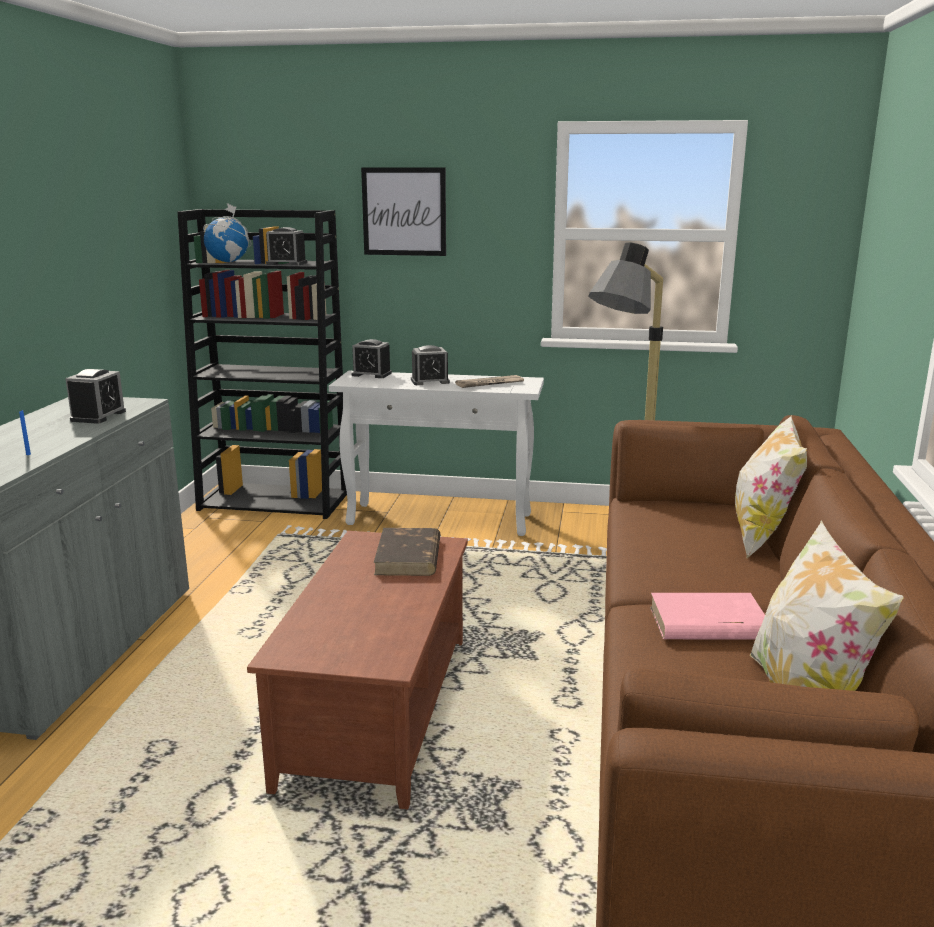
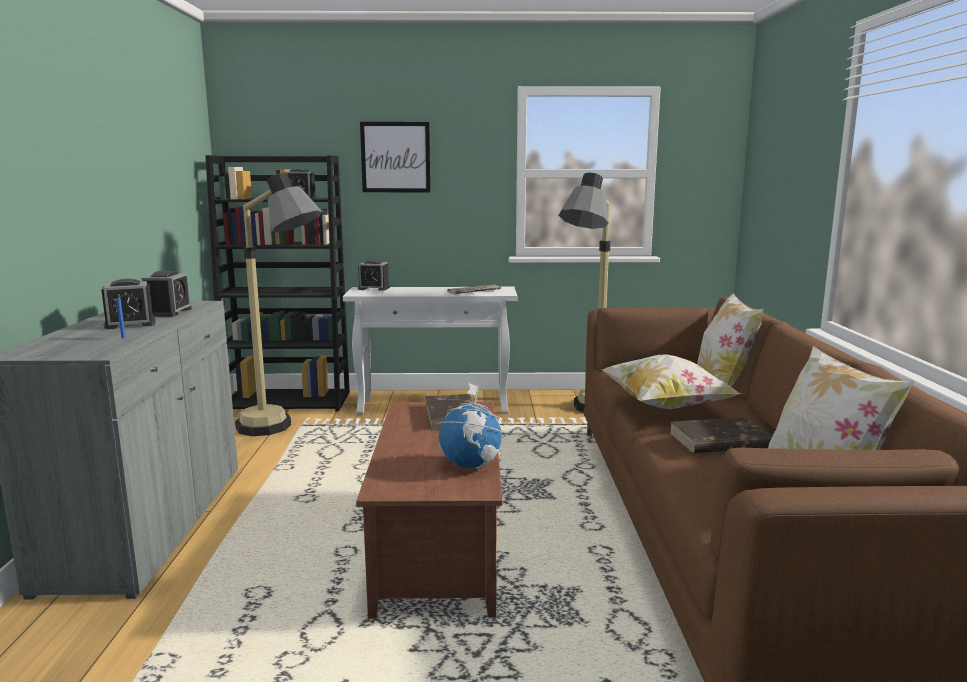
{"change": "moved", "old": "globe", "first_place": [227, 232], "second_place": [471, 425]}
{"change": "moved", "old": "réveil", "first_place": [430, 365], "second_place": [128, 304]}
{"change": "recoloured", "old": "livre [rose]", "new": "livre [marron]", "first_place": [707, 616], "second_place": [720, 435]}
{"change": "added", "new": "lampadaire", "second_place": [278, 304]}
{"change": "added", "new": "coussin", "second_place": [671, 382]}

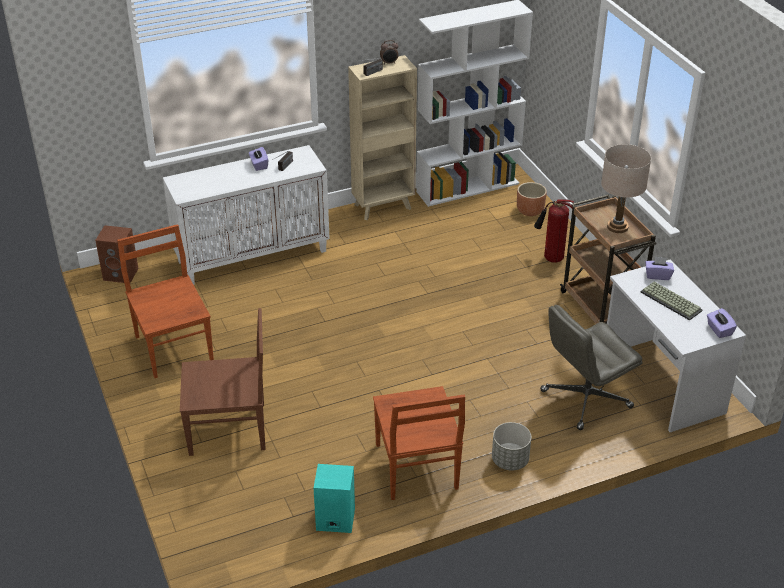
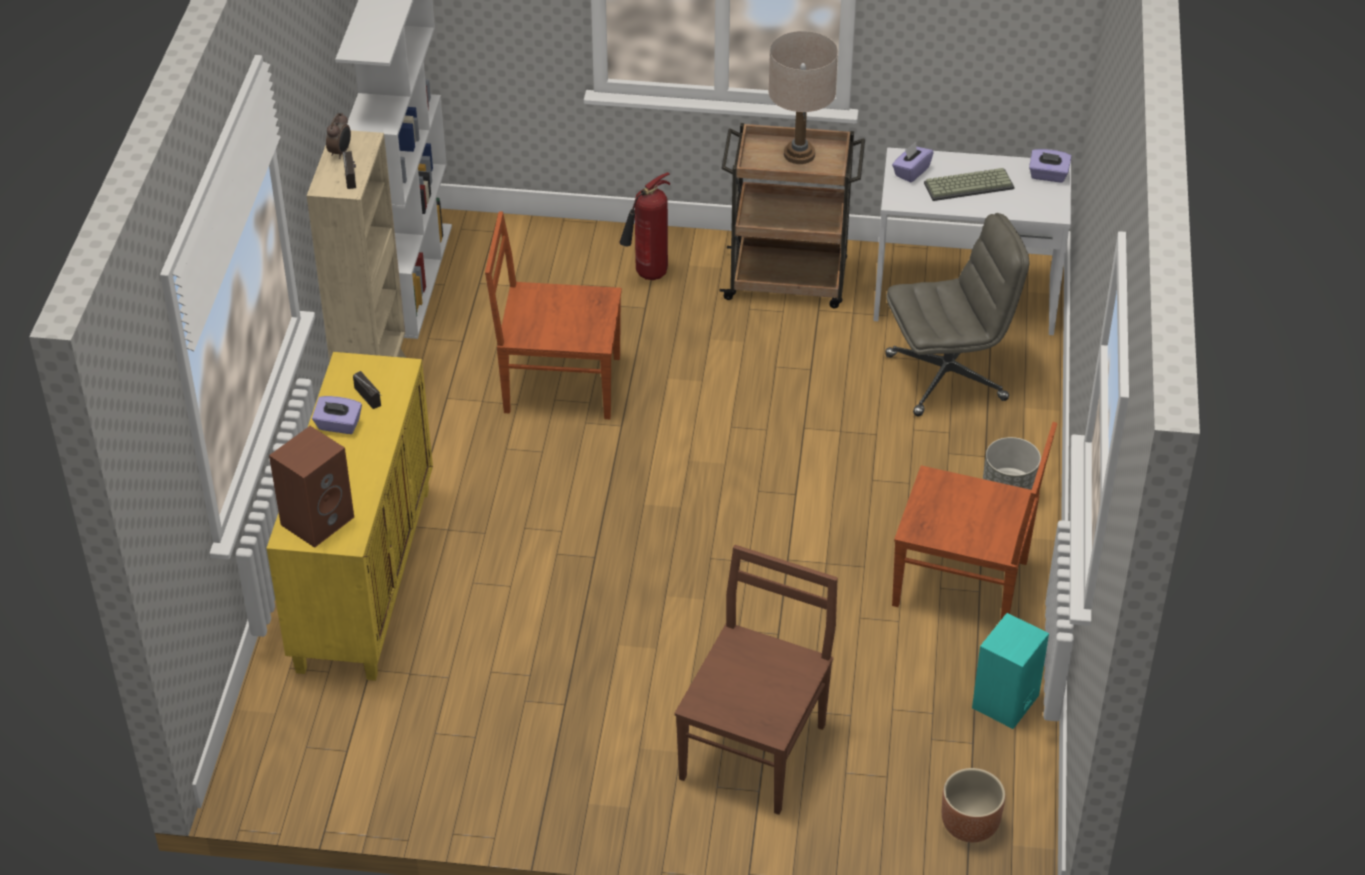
{"change": "moved", "old": "enceinte [marron]", "first_place": [117, 254], "second_place": [311, 487]}
{"change": "moved", "old": "chaise [marron]", "first_place": [165, 301], "second_place": [553, 315]}
{"change": "recoloured", "old": "meuble de rangement [blanc]", "new": "meuble de rangement [jaune]", "first_place": [246, 215], "second_place": [349, 516]}
{"change": "moved", "old": "cache-pot [marron]", "first_place": [532, 199], "second_place": [973, 805]}
{"change": "turned", "old": "chaise de bureau [gris]", "first_place": [591, 367], "second_place": [957, 314], "degrees": -105}

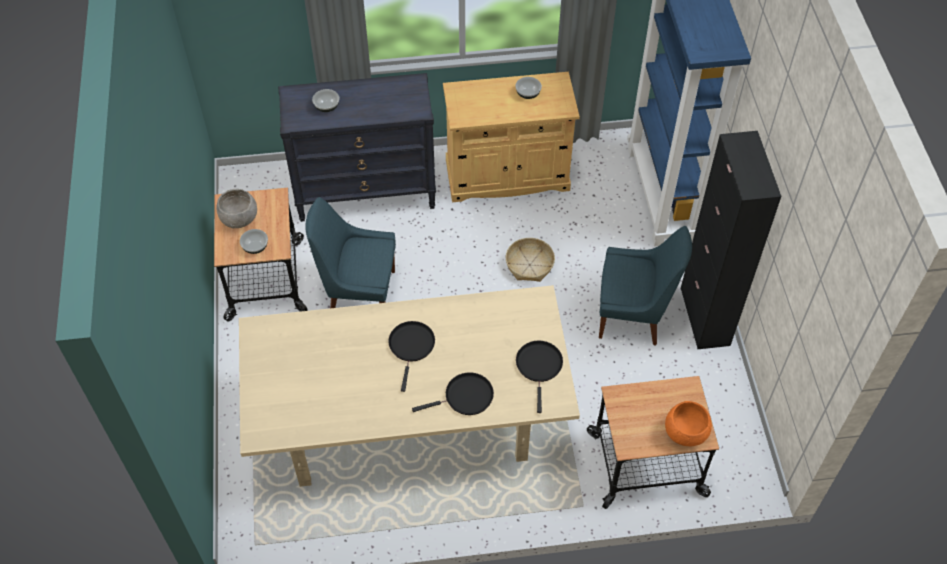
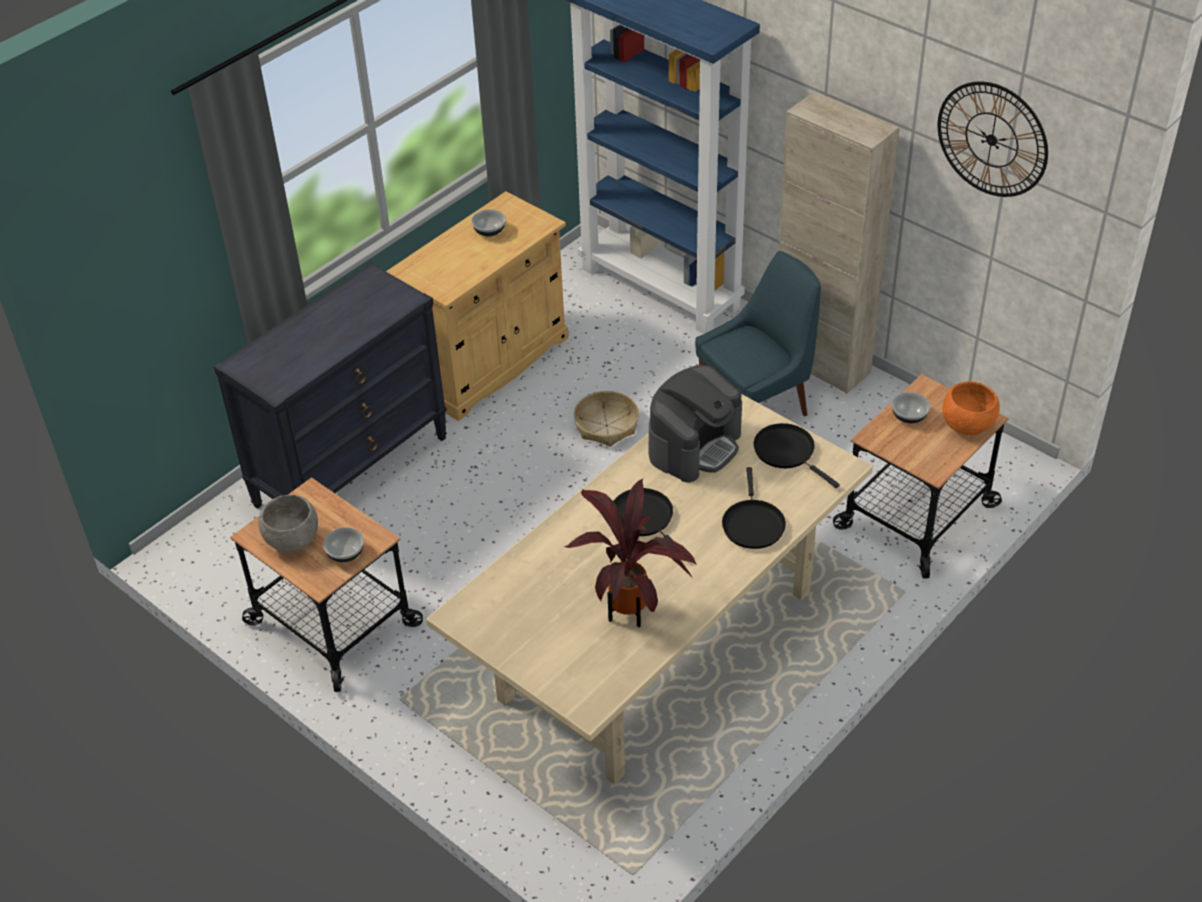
{"change": "removed", "old": "chaise [bleu]", "first_place": [350, 252]}
{"change": "moved", "old": "bol", "first_place": [325, 100], "second_place": [911, 407]}
{"change": "turned", "old": "poêle [noir]", "first_place": [453, 393], "second_place": [754, 508], "degrees": 150}
{"change": "recoloured", "old": "meuble de rangement [noir]", "new": "meuble de rangement [beige]", "first_place": [730, 240], "second_place": [838, 242]}
{"change": "added", "new": "plante en pot", "second_place": [630, 553]}
{"change": "added", "new": "machine à café", "second_place": [695, 423]}
{"change": "added", "new": "horloge murale", "second_place": [993, 139]}

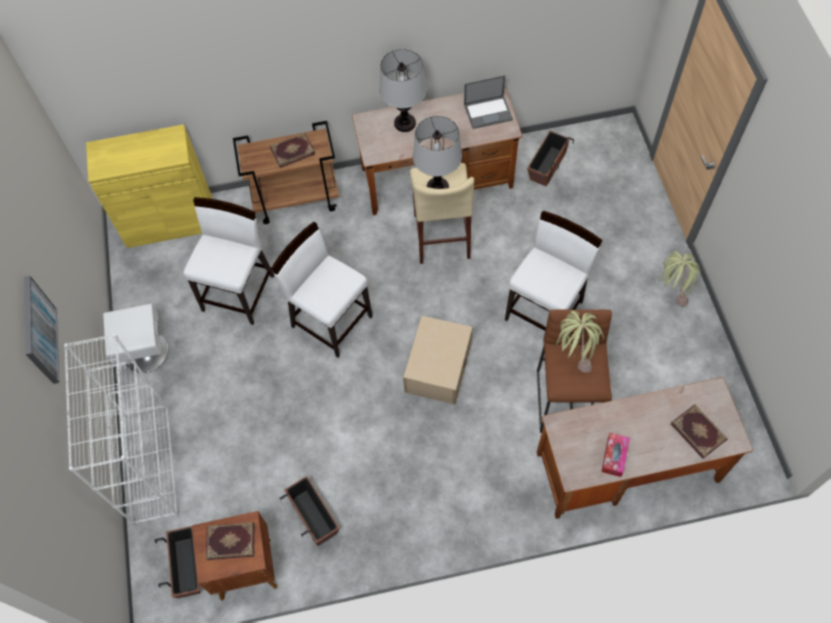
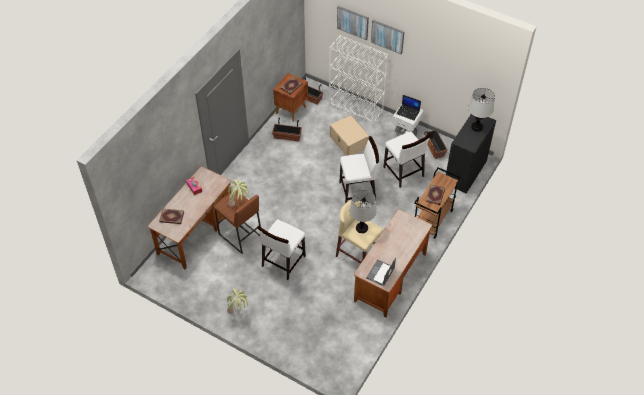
{"change": "recoloured", "old": "meuble de rangement [jaune]", "new": "meuble de rangement [noir]", "first_place": [149, 186], "second_place": [471, 154]}
{"change": "moved", "old": "lampe de table", "first_place": [403, 90], "second_place": [481, 110]}
{"change": "moved", "old": "boîte de rangement [beige]", "first_place": [437, 360], "second_place": [350, 135]}
{"change": "turned", "old": "chaise [blanc]", "first_place": [553, 271], "second_place": [281, 249], "degrees": 45}
{"change": "moved", "old": "cache-pot", "first_place": [550, 158], "second_place": [435, 144]}
{"change": "added", "new": "tableau", "second_place": [353, 23]}
{"change": "added", "new": "ordinateur portable", "second_place": [408, 107]}

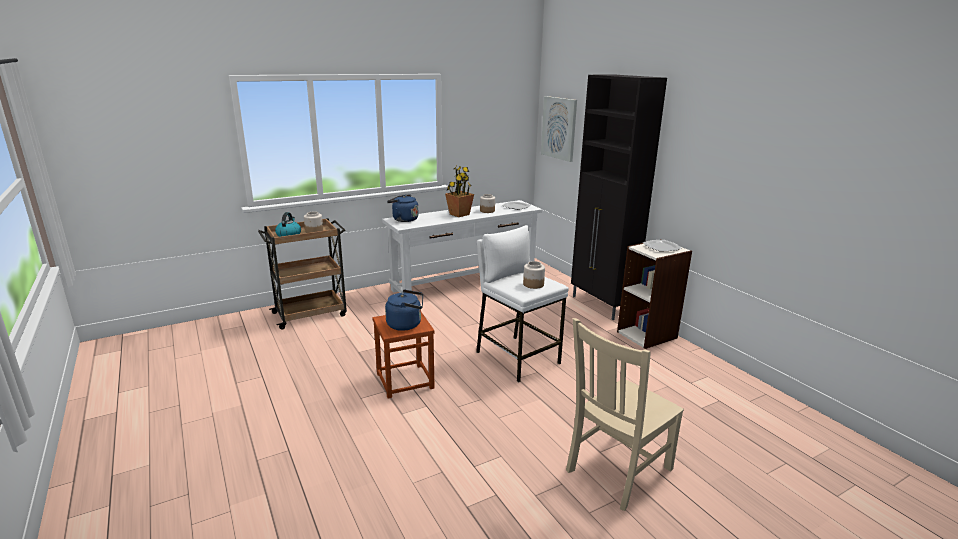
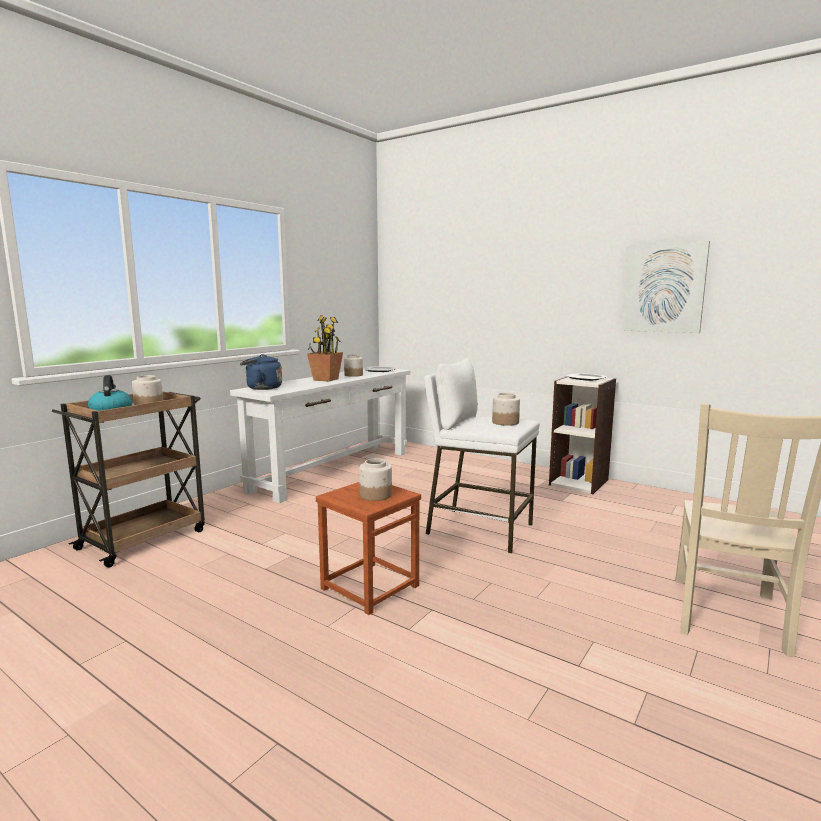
{"change": "replaced", "old": "bouilloire [bleu]", "new": "bocal", "first_place": [404, 310], "second_place": [375, 479]}
{"change": "moved", "old": "tableau", "first_place": [559, 129], "second_place": [666, 287]}
{"change": "removed", "old": "meuble de rangement [noir]", "first_place": [619, 197]}

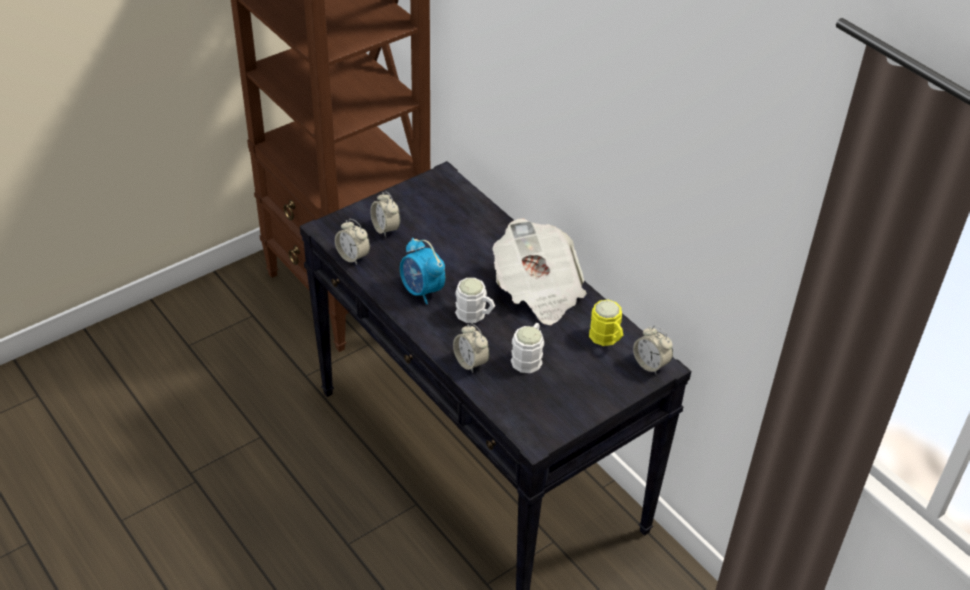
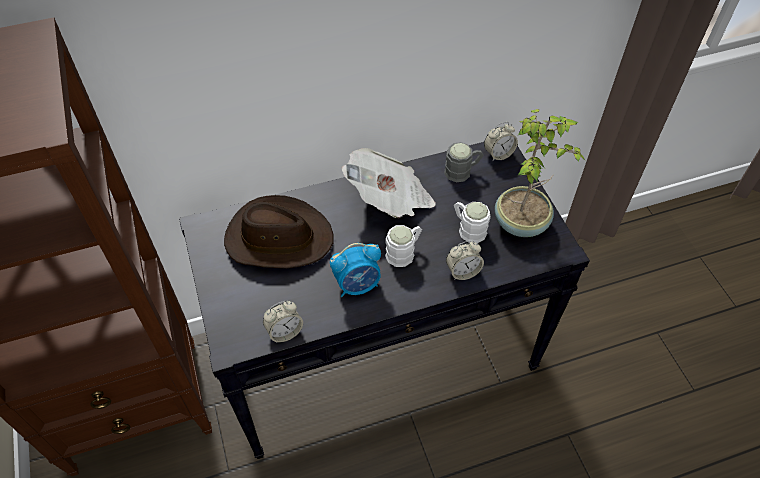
{"change": "removed", "old": "réveil", "first_place": [385, 214]}
{"change": "recoloured", "old": "mug [jaune]", "new": "mug [gris]", "first_place": [606, 323], "second_place": [464, 162]}
{"change": "added", "new": "chapeau [marron]", "second_place": [279, 232]}
{"change": "added", "new": "plante en pot", "second_place": [540, 173]}

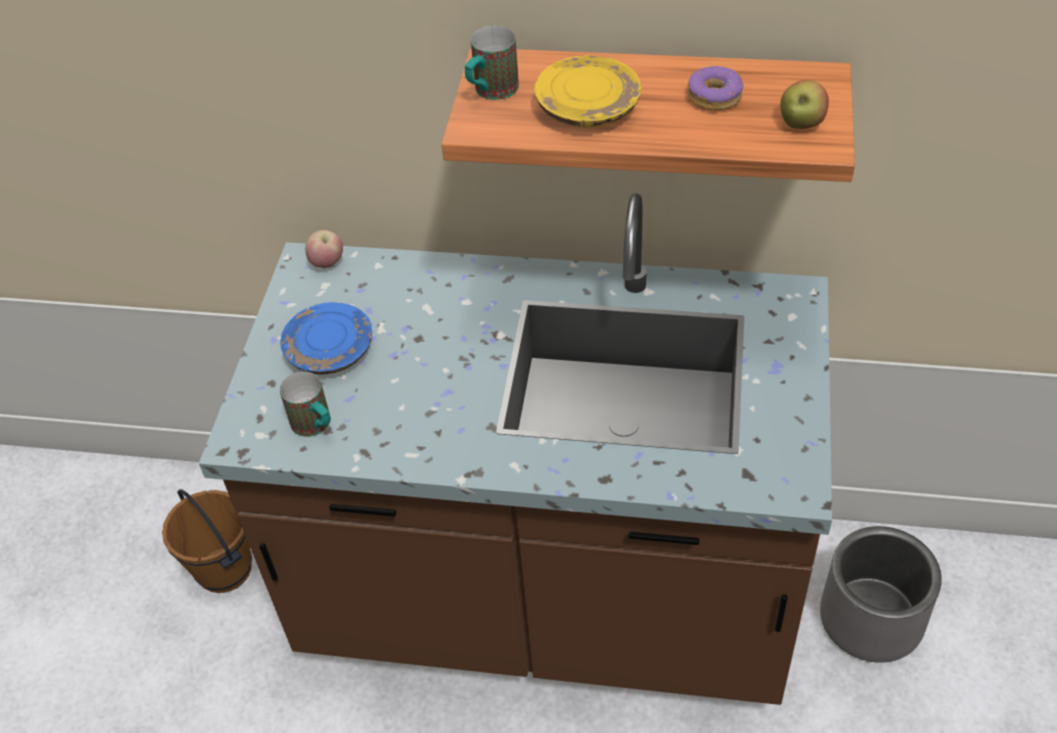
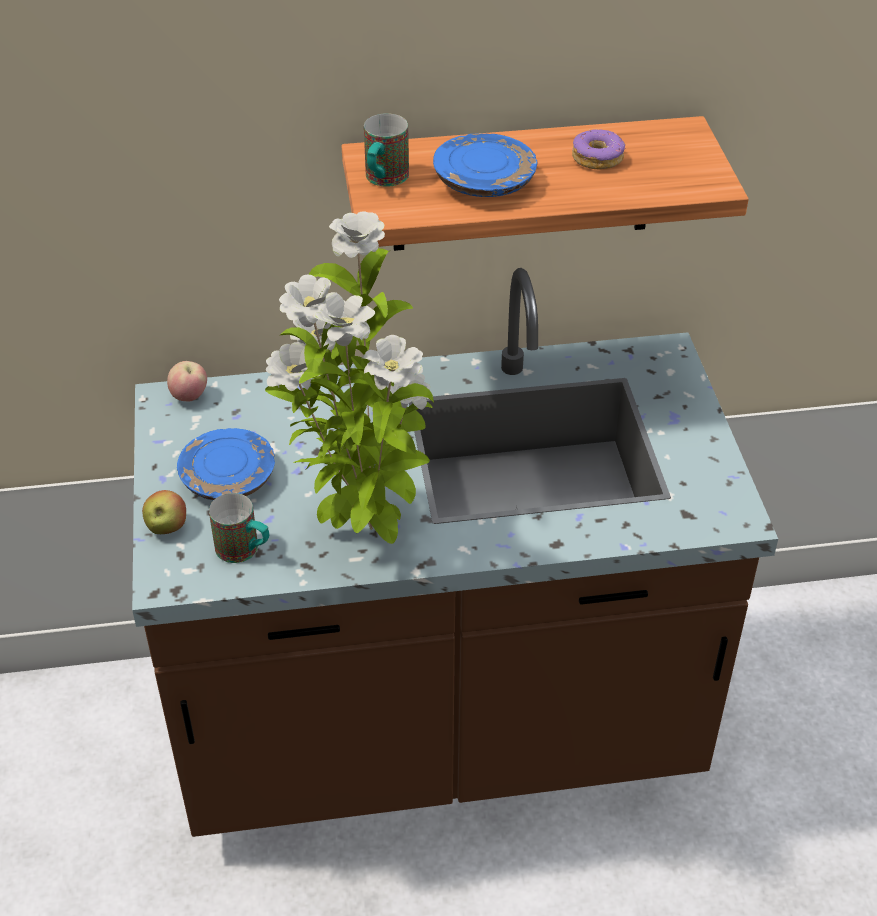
{"change": "removed", "old": "seau [marron]", "first_place": [207, 541]}
{"change": "recoloured", "old": "assiette [jaune]", "new": "assiette [bleu]", "first_place": [588, 91], "second_place": [485, 165]}
{"change": "moved", "old": "pomme", "first_place": [804, 104], "second_place": [164, 512]}
{"change": "removed", "old": "cache-pot [gris]", "first_place": [881, 594]}
{"change": "added", "new": "plante en pot", "second_place": [349, 377]}

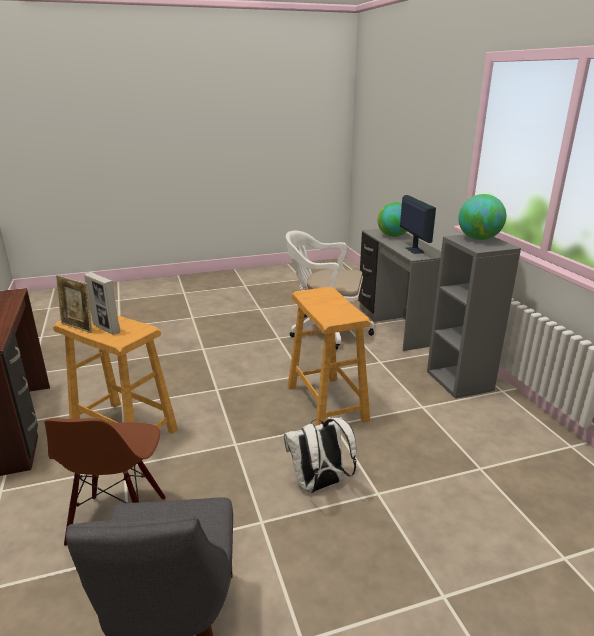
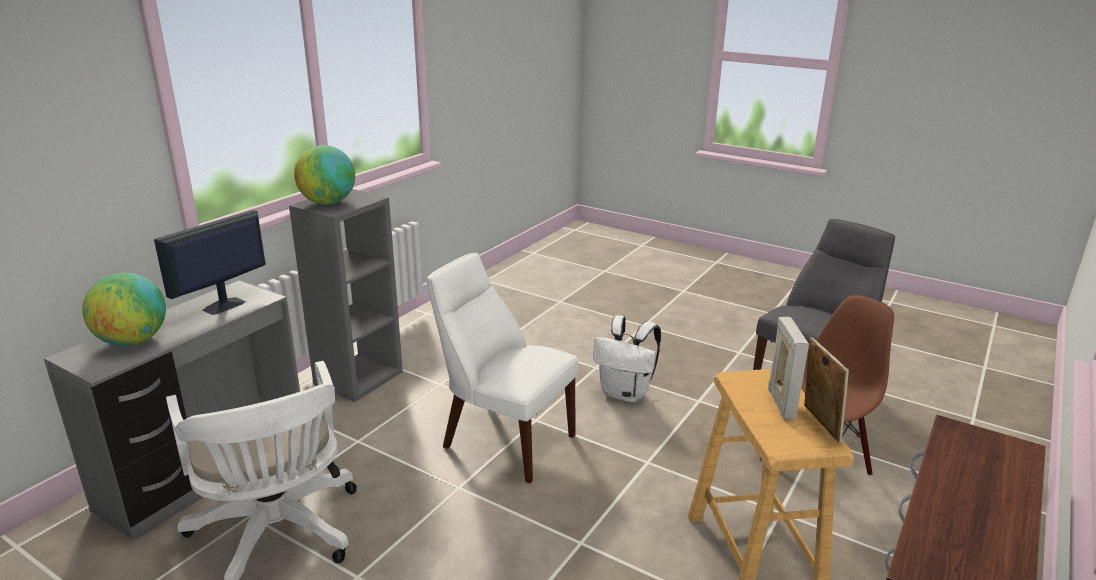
{"change": "replaced", "old": "tabouret [beige]", "new": "chaise [blanc]", "first_place": [329, 356], "second_place": [502, 368]}

